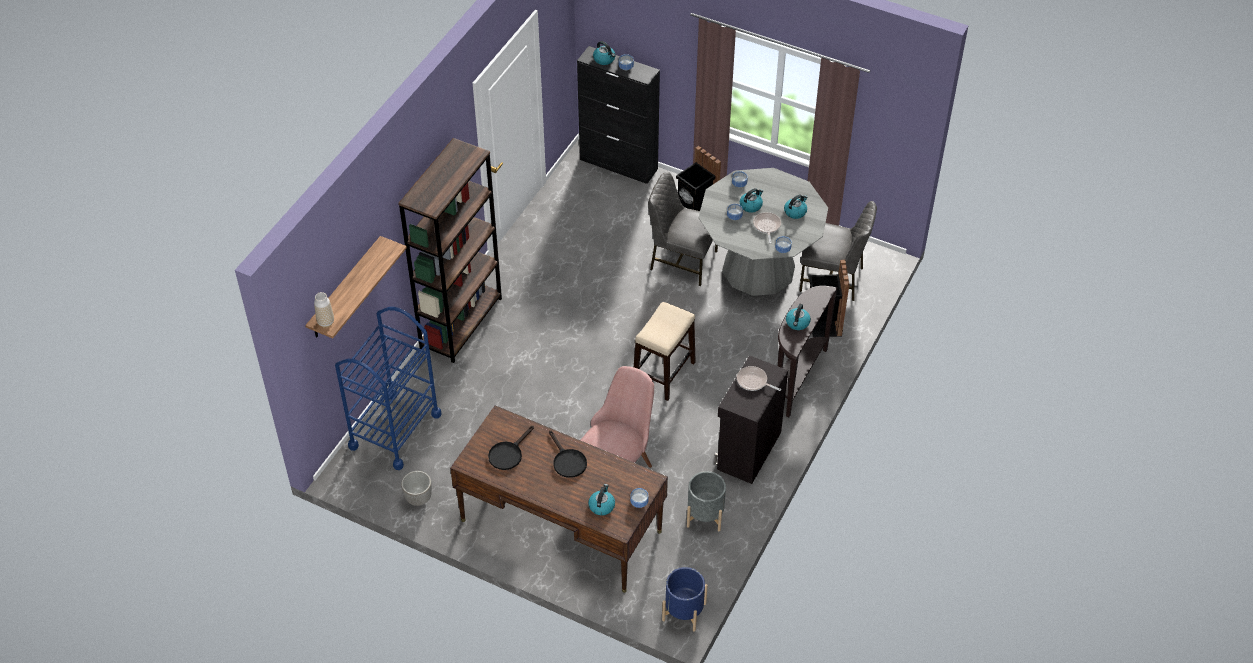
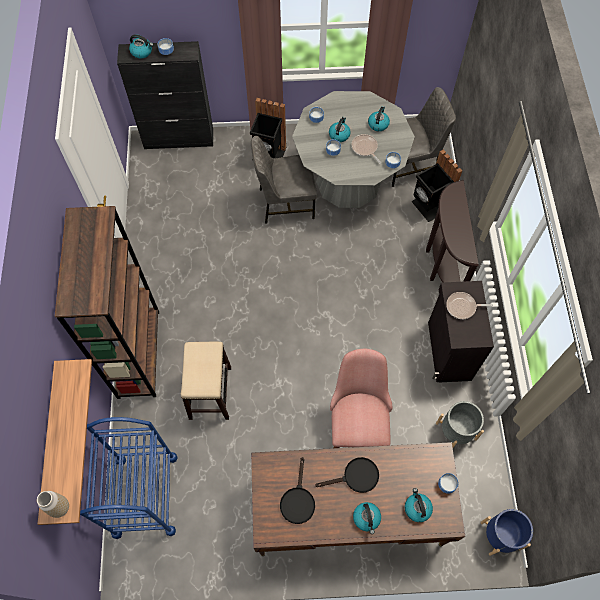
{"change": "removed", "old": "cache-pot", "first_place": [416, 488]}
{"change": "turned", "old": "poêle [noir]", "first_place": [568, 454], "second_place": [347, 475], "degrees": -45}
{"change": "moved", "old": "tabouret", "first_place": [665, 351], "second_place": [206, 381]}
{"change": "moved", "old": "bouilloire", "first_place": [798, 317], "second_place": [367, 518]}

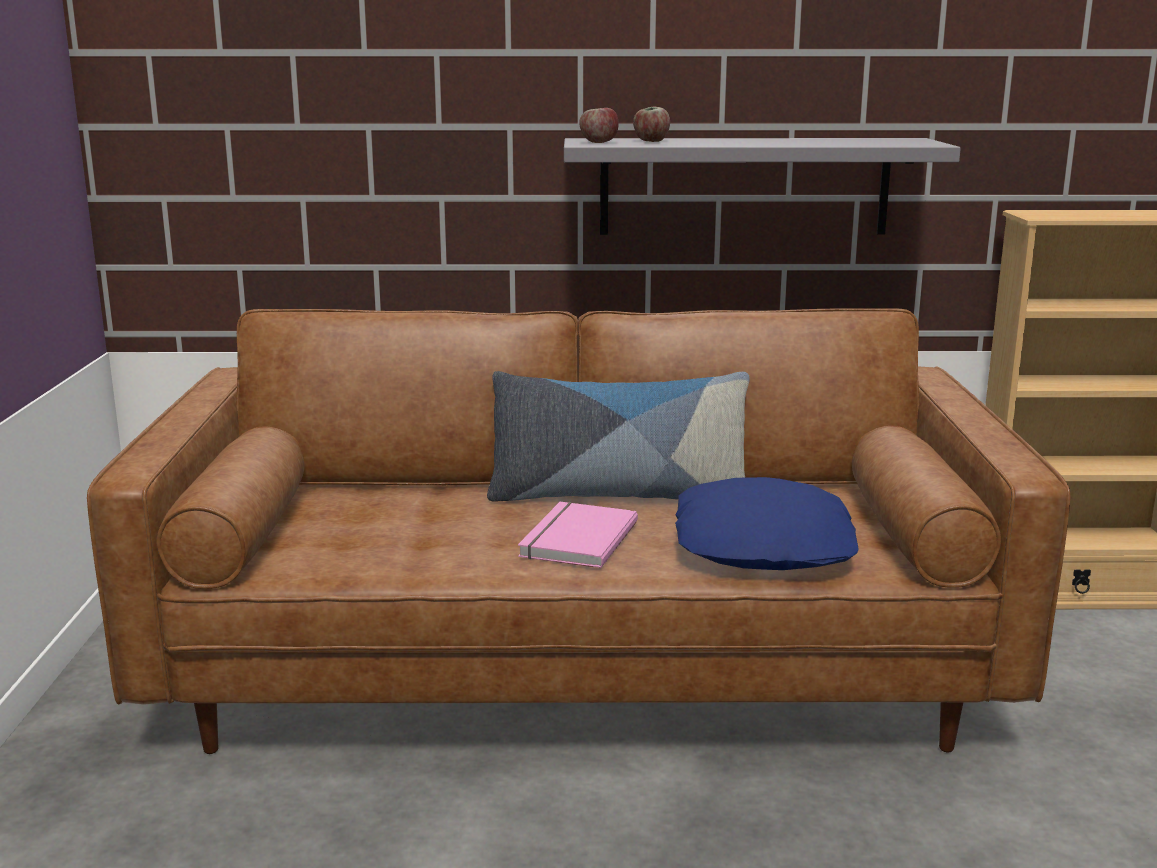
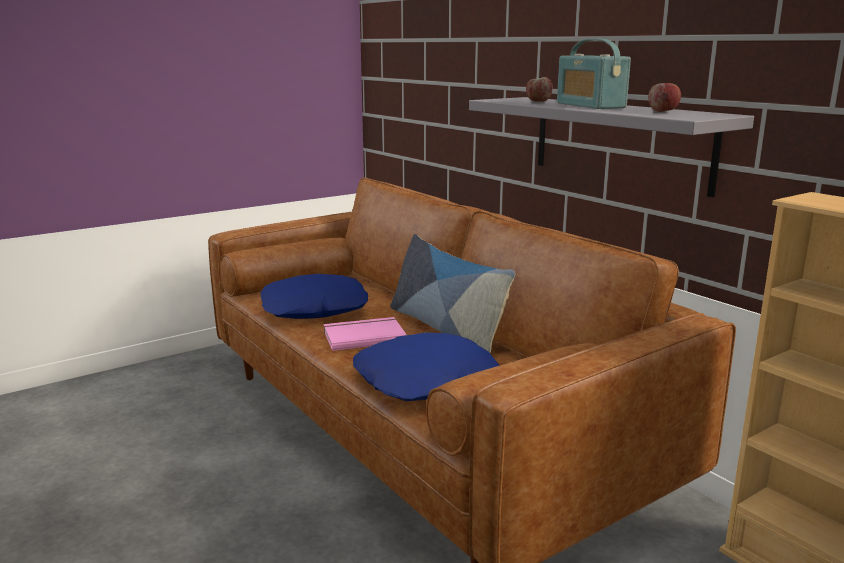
{"change": "moved", "old": "pomme", "first_place": [599, 125], "second_place": [664, 97]}
{"change": "added", "new": "coussin [bleu]", "second_place": [314, 296]}
{"change": "added", "new": "radio", "second_place": [594, 74]}

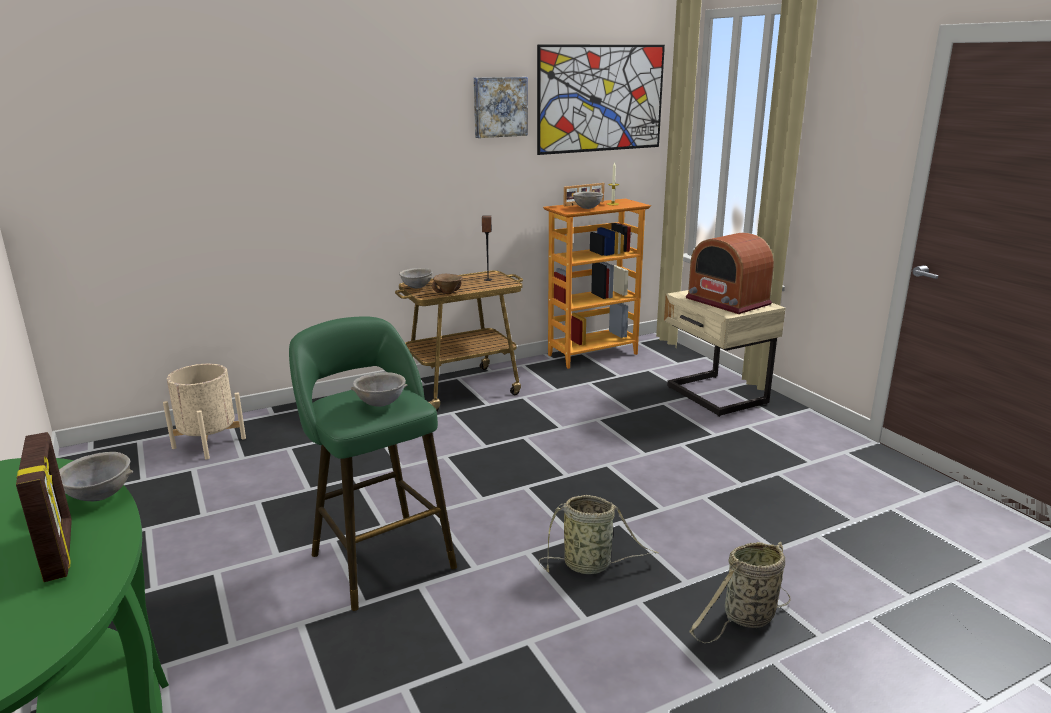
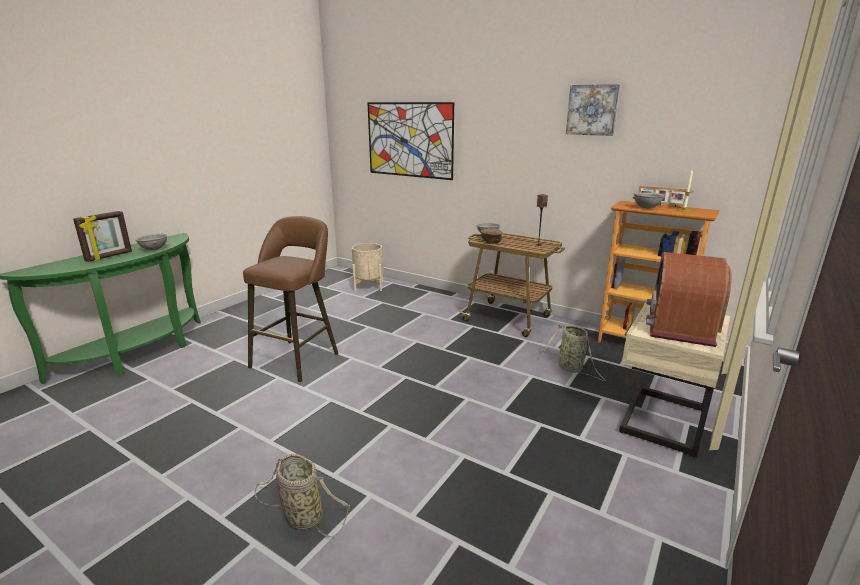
{"change": "recoloured", "old": "tabouret [vert]", "new": "tabouret [marron]", "first_place": [373, 463], "second_place": [291, 299]}
{"change": "removed", "old": "bol [gris]", "first_place": [379, 389]}
{"change": "moved", "old": "tableau", "first_place": [601, 100], "second_place": [410, 141]}
{"change": "moved", "old": "panier", "first_place": [598, 534], "second_place": [573, 352]}

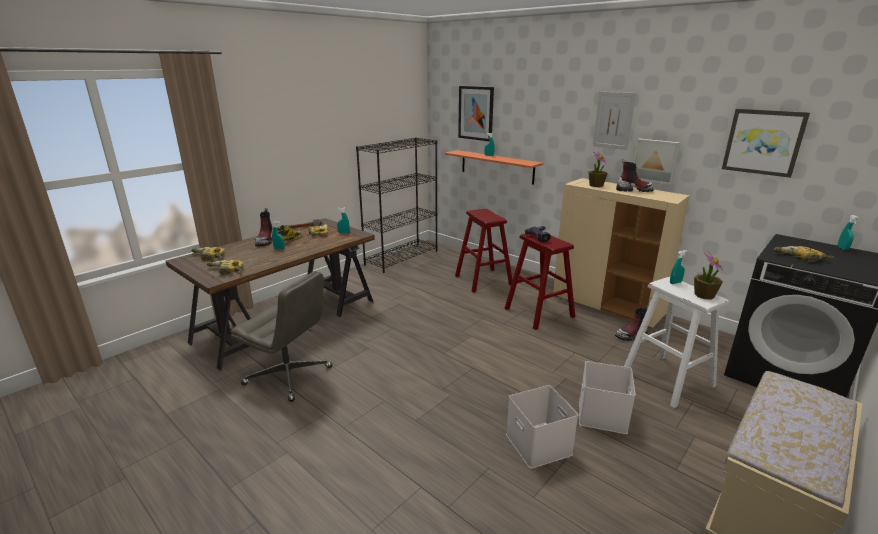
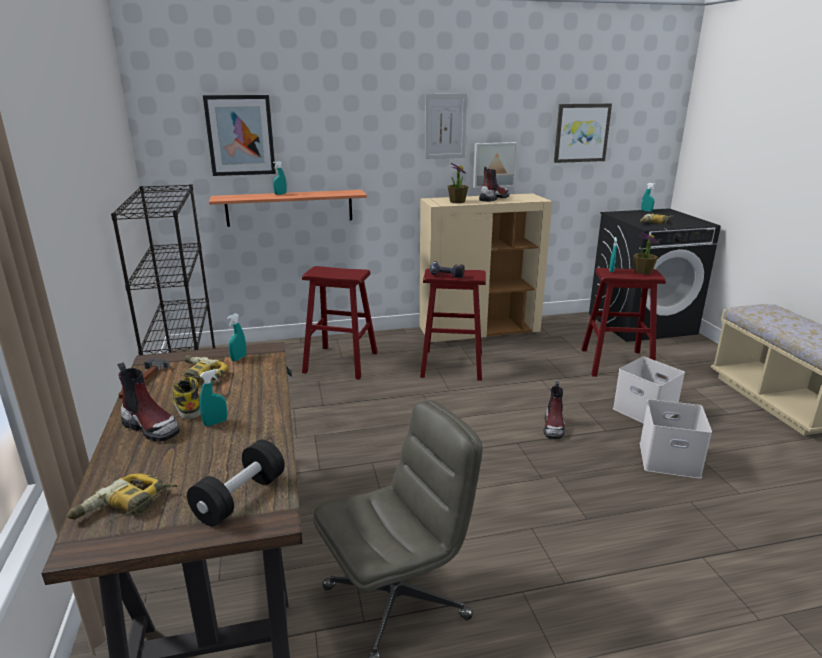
{"change": "replaced", "old": "perceuse", "new": "haltère [noir]", "first_place": [225, 267], "second_place": [236, 483]}
{"change": "moved", "old": "botte", "first_place": [631, 323], "second_place": [554, 410]}
{"change": "recoloured", "old": "tabouret [blanc]", "new": "tabouret [rouge]", "first_place": [676, 342], "second_place": [623, 322]}

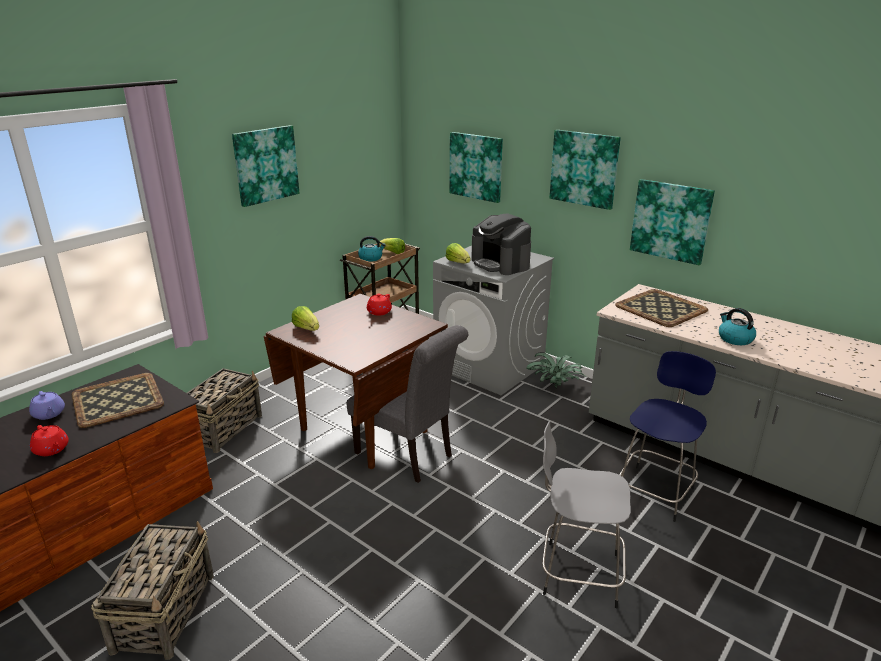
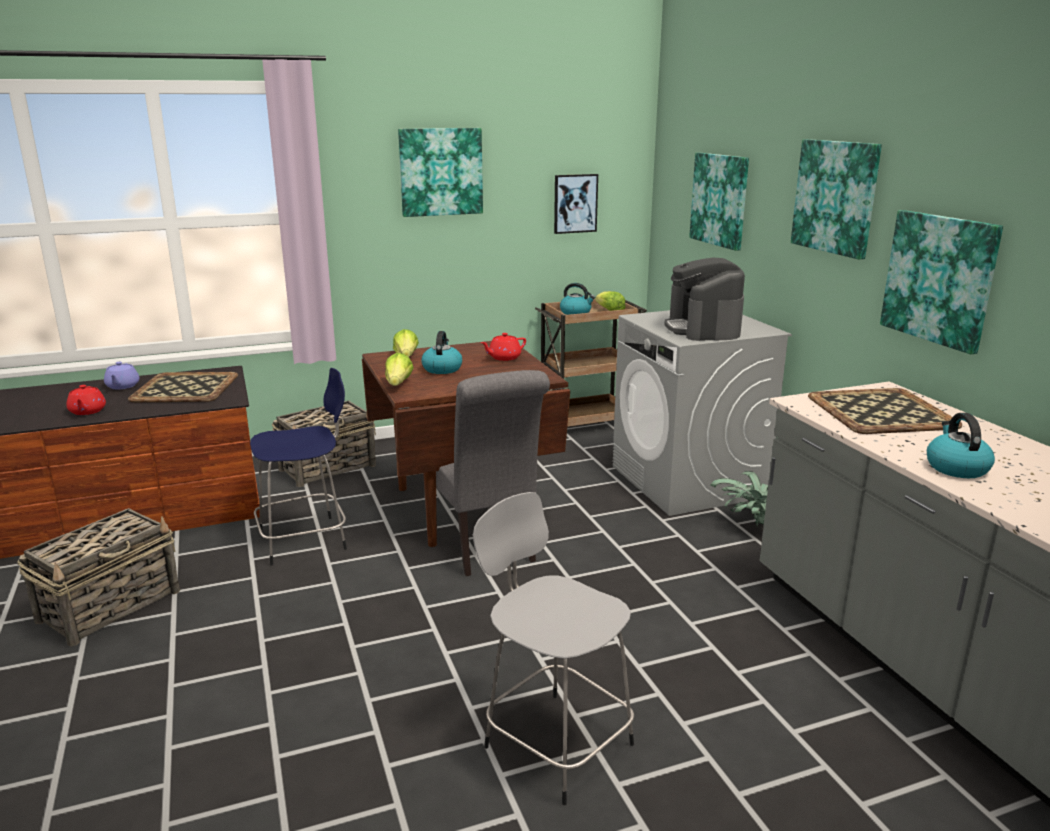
{"change": "moved", "old": "laitue", "first_place": [458, 253], "second_place": [399, 369]}
{"change": "moved", "old": "tabouret [bleu]", "first_place": [667, 436], "second_place": [298, 466]}
{"change": "added", "new": "bouilloire", "second_place": [441, 352]}
{"change": "added", "new": "tableau", "second_place": [576, 204]}

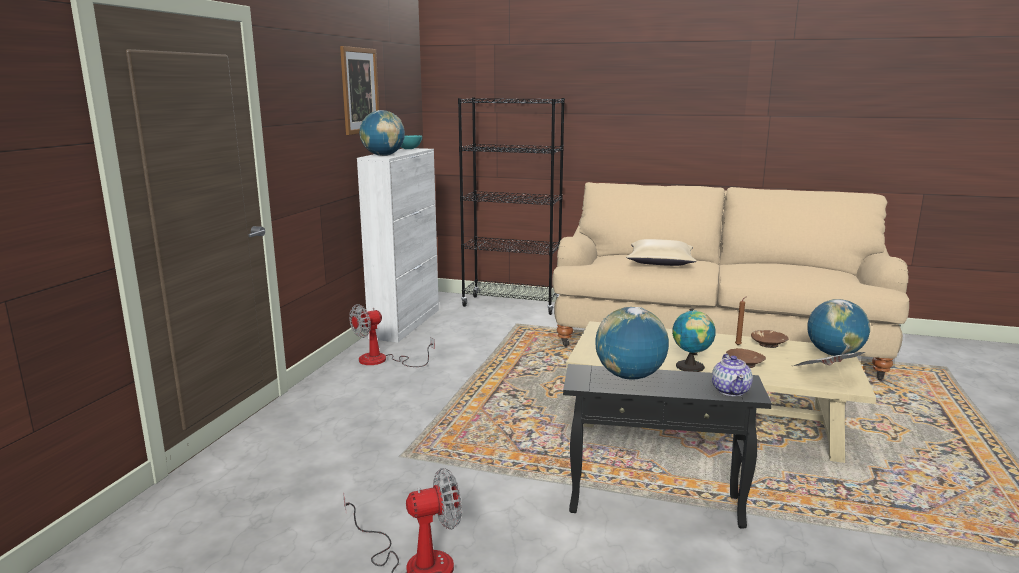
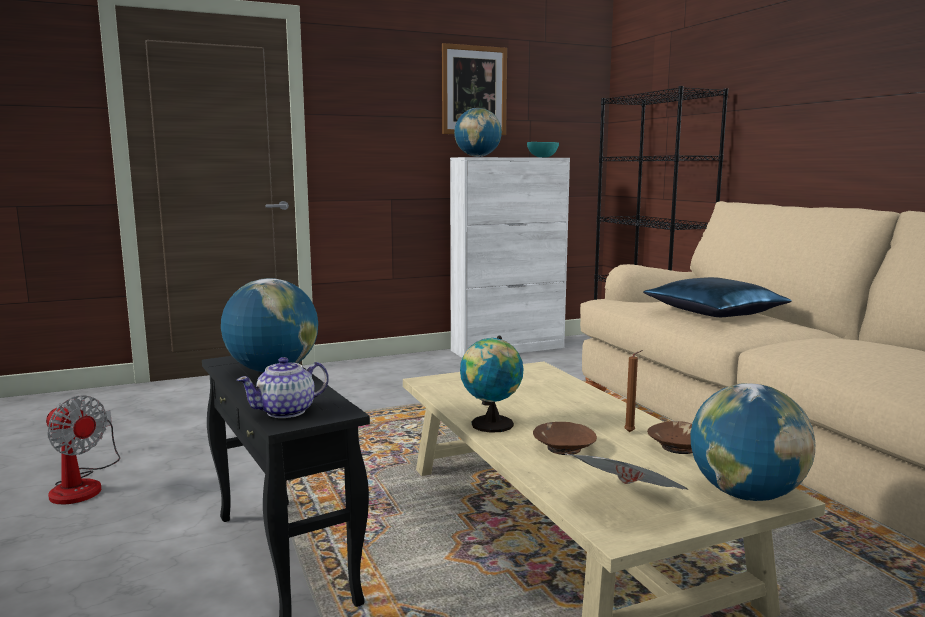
{"change": "removed", "old": "ventilateur", "first_place": [392, 335]}
{"change": "recoloured", "old": "coussin [beige]", "new": "coussin [bleu]", "first_place": [661, 252], "second_place": [717, 297]}

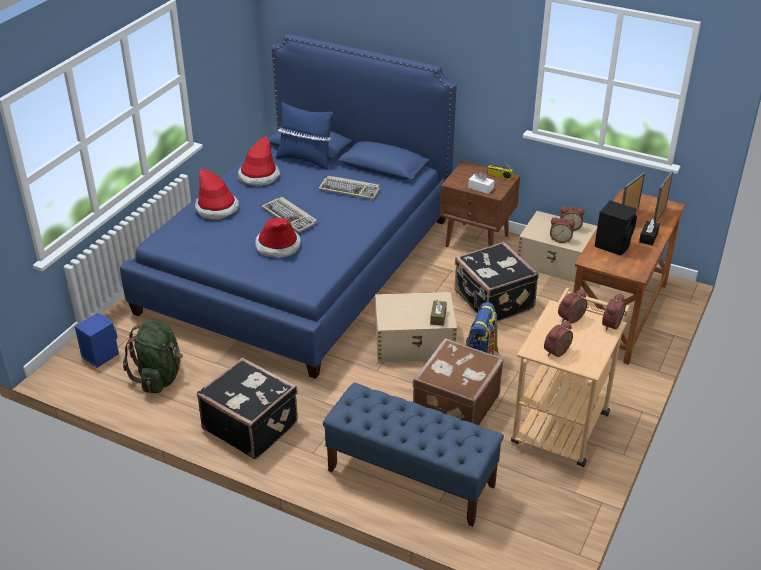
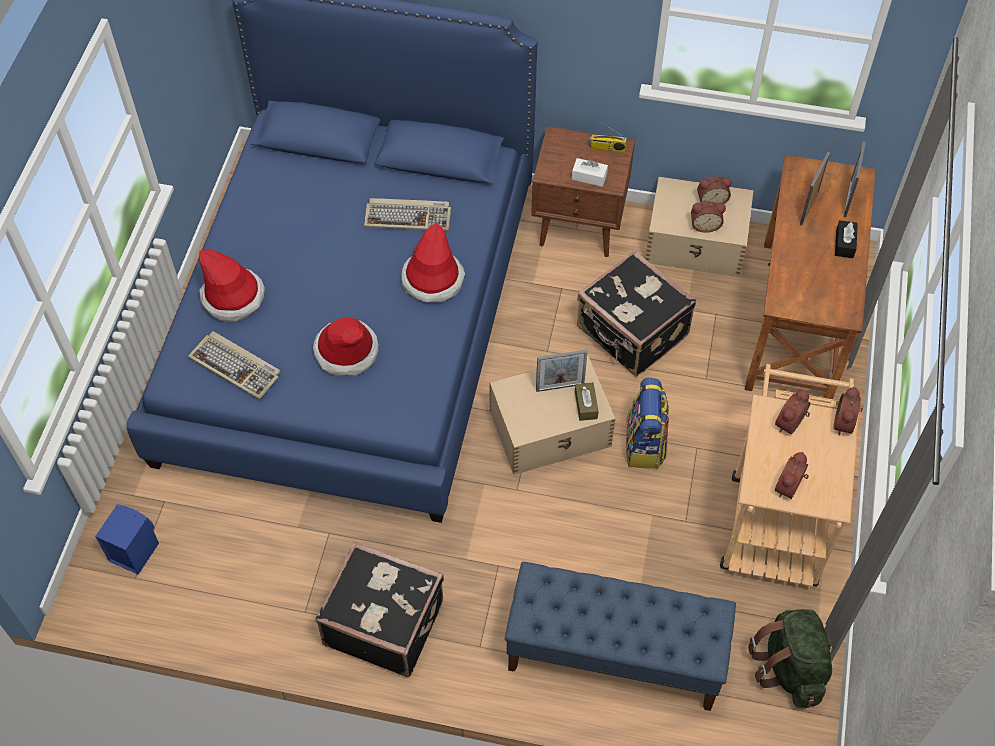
{"change": "moved", "old": "sac à dos [vert]", "first_place": [153, 356], "second_place": [790, 658]}
{"change": "moved", "old": "chapeau", "first_place": [259, 161], "second_place": [433, 262]}
{"change": "moved", "old": "clavier", "first_place": [289, 215], "second_place": [234, 365]}
{"change": "removed", "old": "coussin [bleu]", "first_place": [304, 136]}
{"change": "removed", "old": "valise [marron]", "first_place": [458, 382]}
{"change": "removed", "old": "enceinte [noir]", "first_place": [615, 228]}
{"change": "added", "new": "cadre photo", "second_place": [561, 371]}

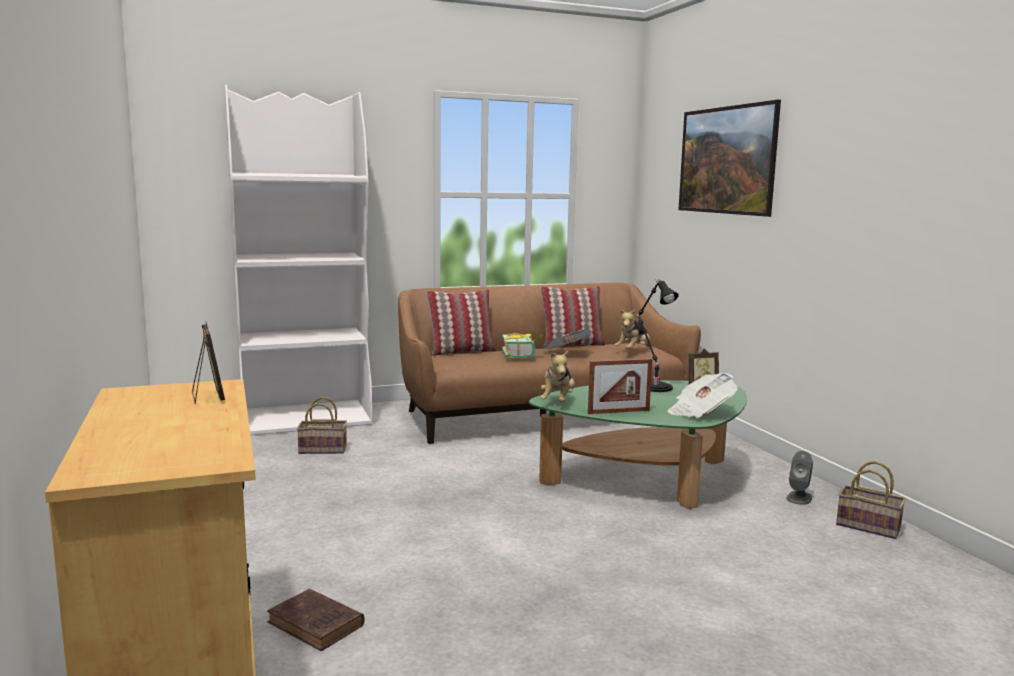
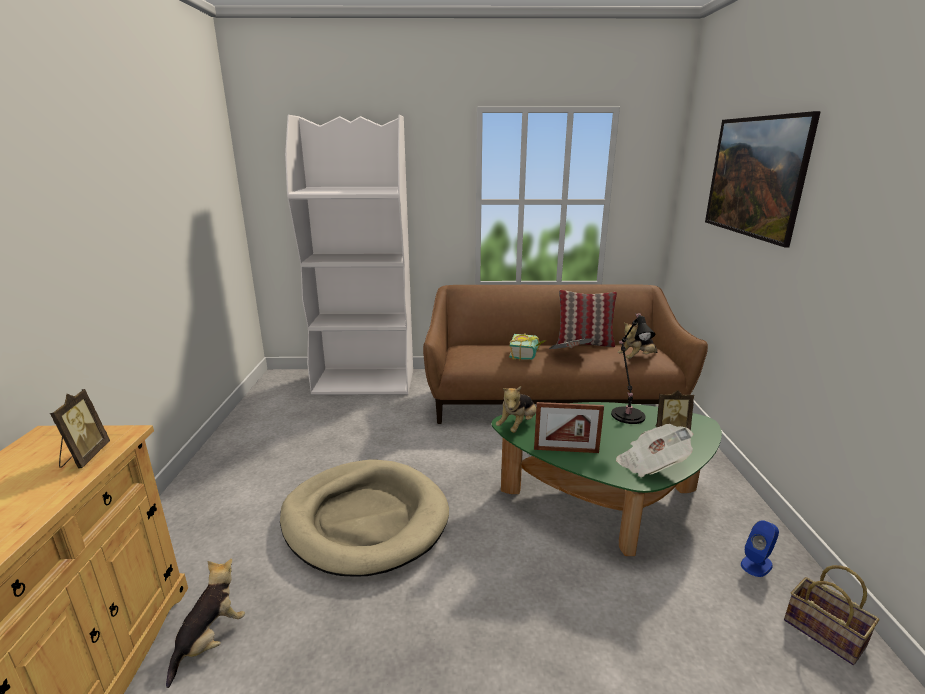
{"change": "replaced", "old": "livre [marron]", "new": "peluche", "first_place": [315, 620], "second_place": [205, 623]}
{"change": "removed", "old": "panier", "first_place": [322, 425]}
{"change": "removed", "old": "coussin", "first_place": [461, 322]}
{"change": "recoloured", "old": "enceinte [gris]", "new": "enceinte [bleu]", "first_place": [799, 478], "second_place": [760, 548]}
{"change": "added", "new": "panier pour chien [beige]", "second_place": [364, 518]}

